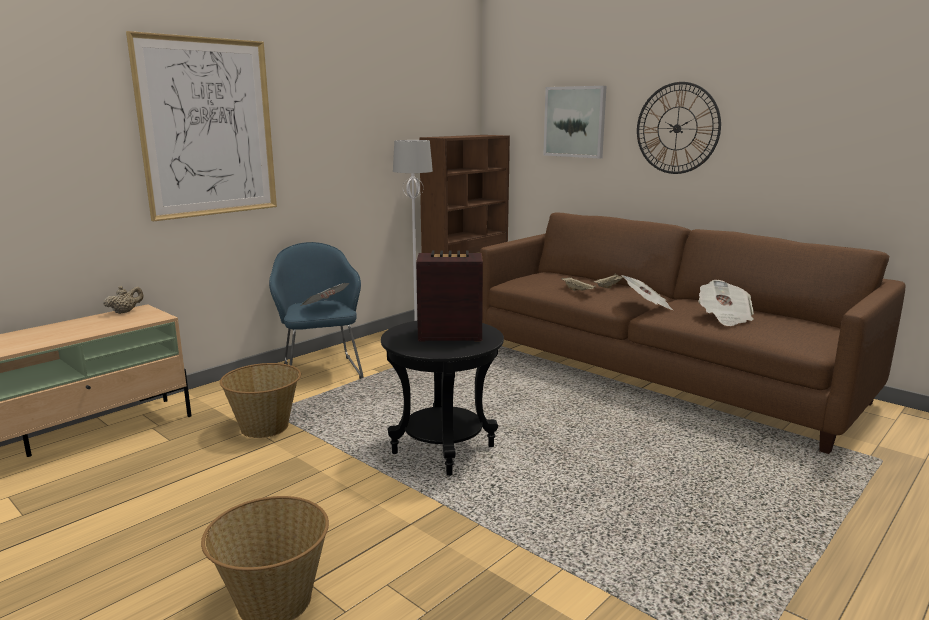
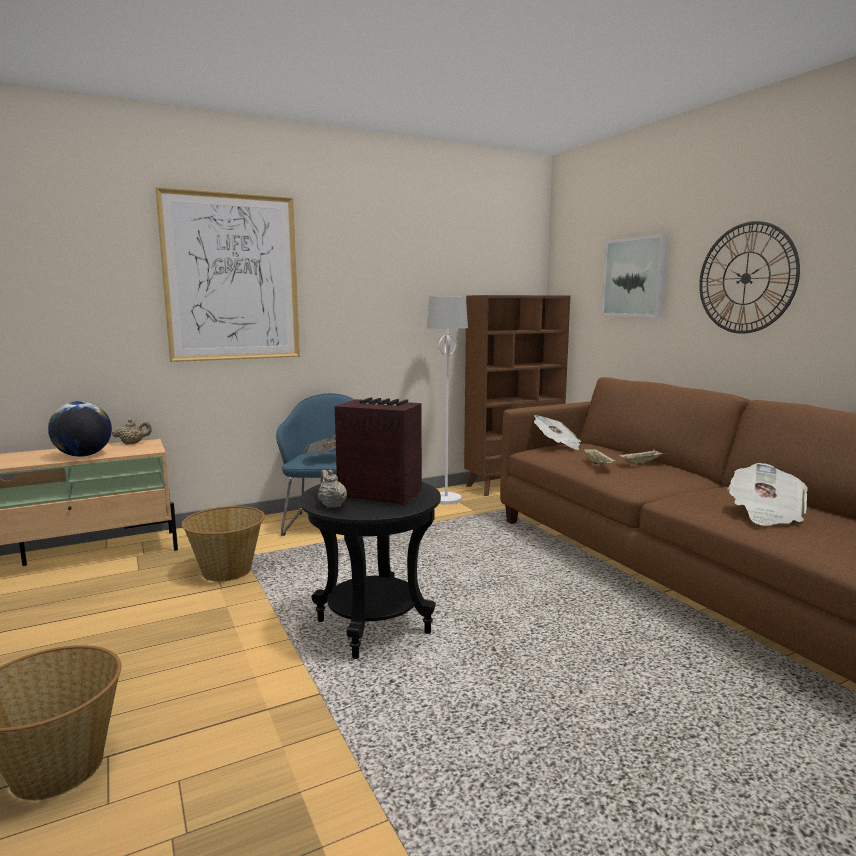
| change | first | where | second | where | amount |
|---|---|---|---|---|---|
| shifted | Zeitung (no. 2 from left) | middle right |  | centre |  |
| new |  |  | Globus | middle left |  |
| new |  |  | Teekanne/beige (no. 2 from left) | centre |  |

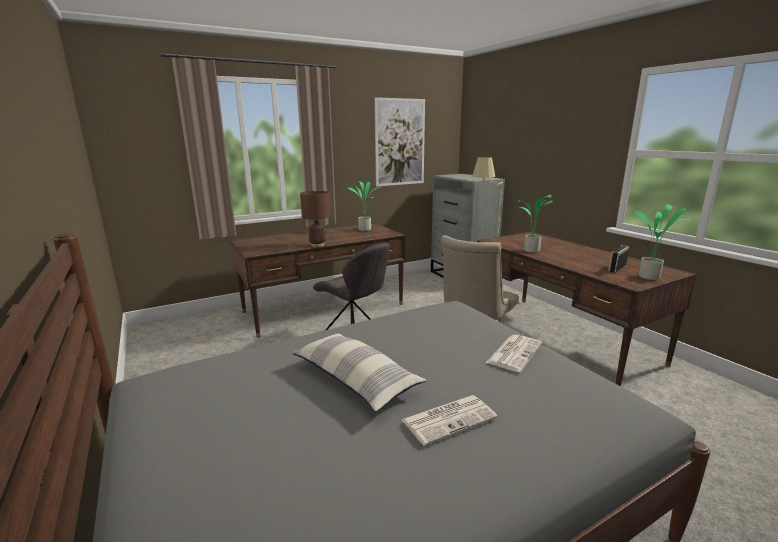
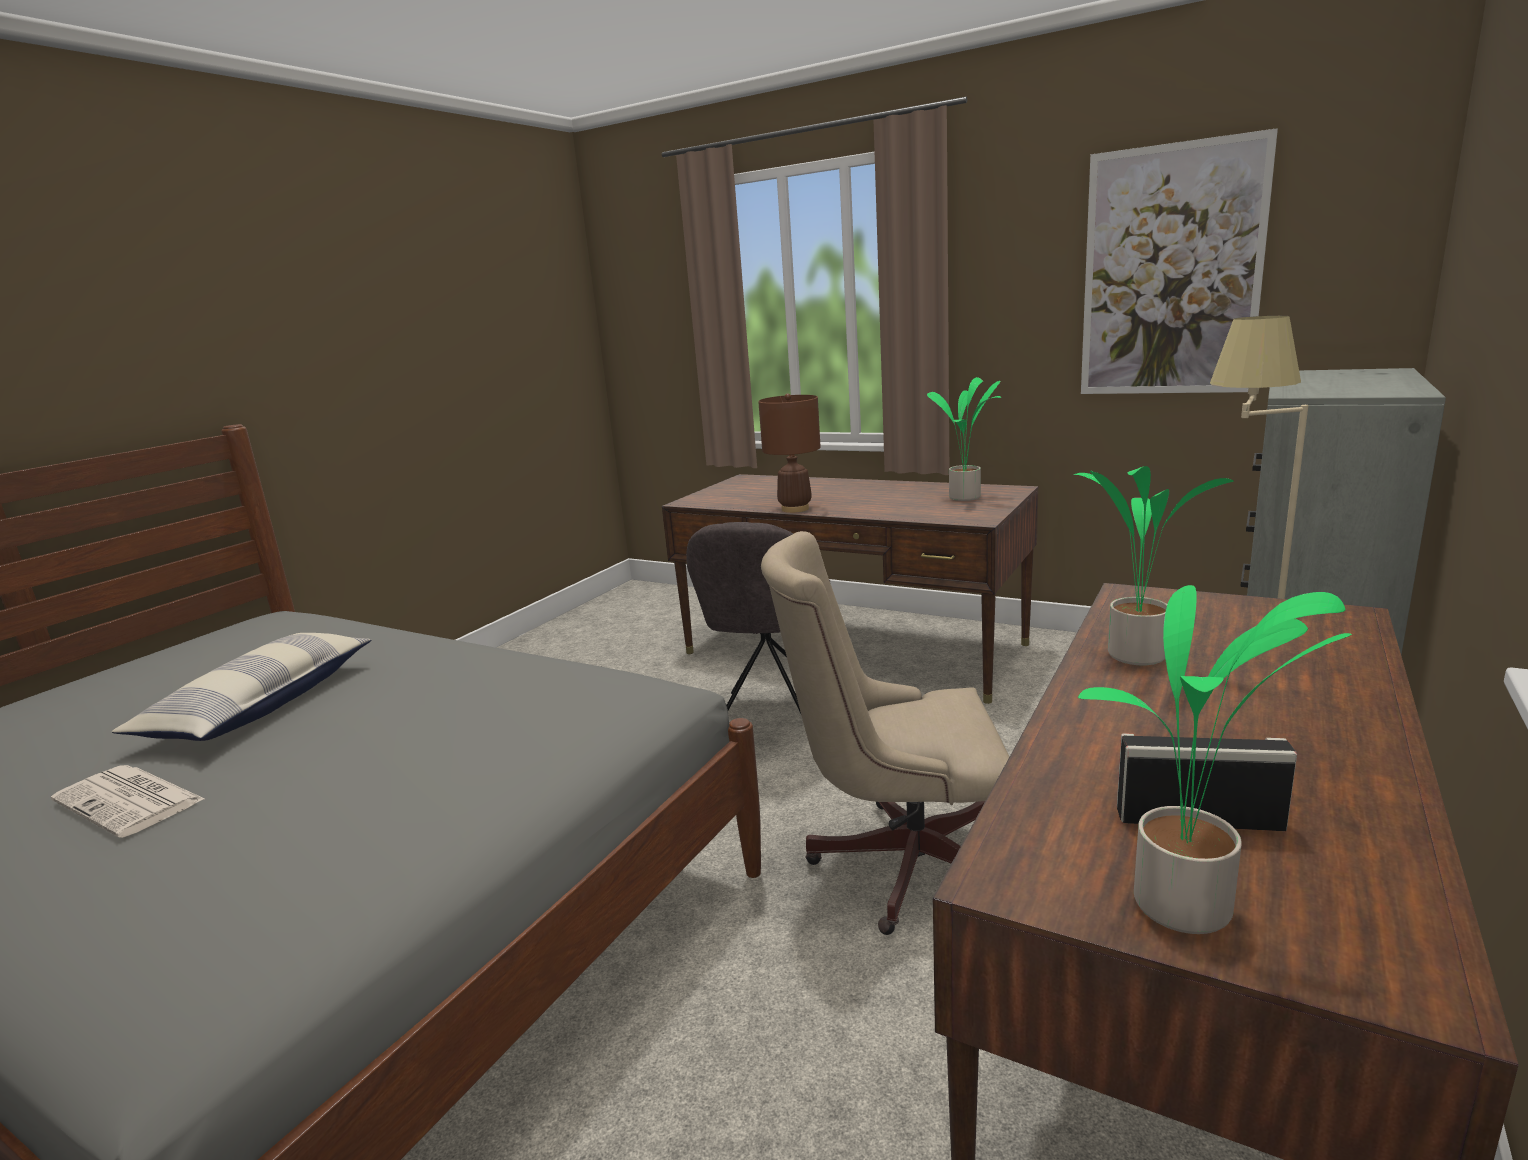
| change | first | where | second | where | amount |
|---|---|---|---|---|---|
| gone | Zeitung (no. 2 from left) | centre |  |  |  |

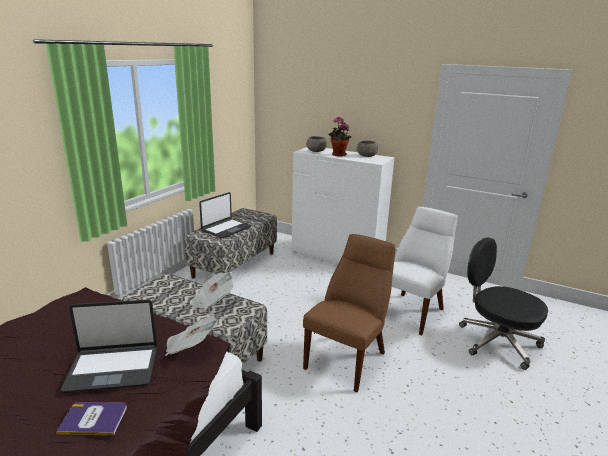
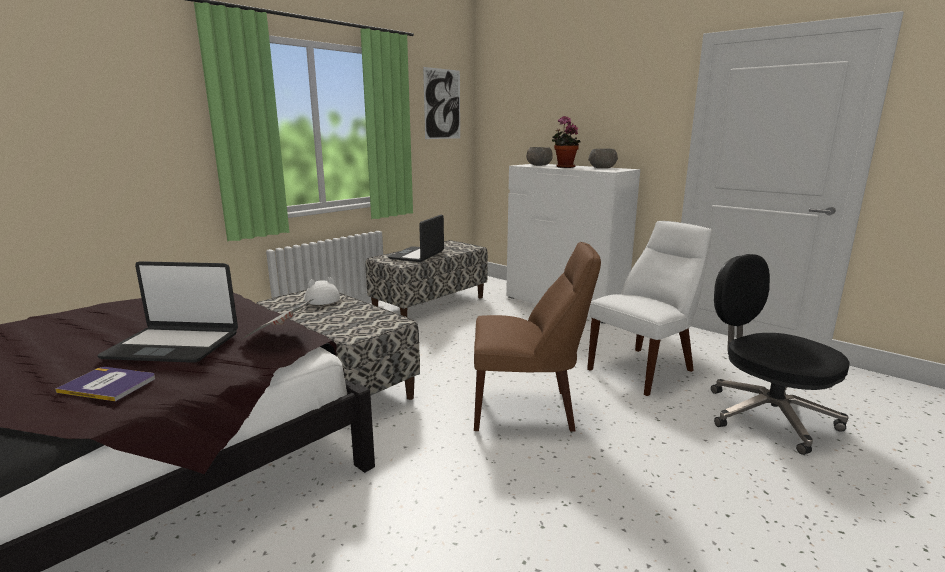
| change | first | where | second | where | amount |
|---|---|---|---|---|---|
| gone | Zeitung (no. 2 from left) | centre |  |  |  |
| rotated | Laptop (no. 2 from left) | centre |  | centre | 150 degrees clockwise |
| rotated | Stuhl/braun | bottom centre |  | centre | 45 degrees clockwise |
| new |  |  | Hut/weiß | centre |  |
| new |  |  | Bild | top centre |  |

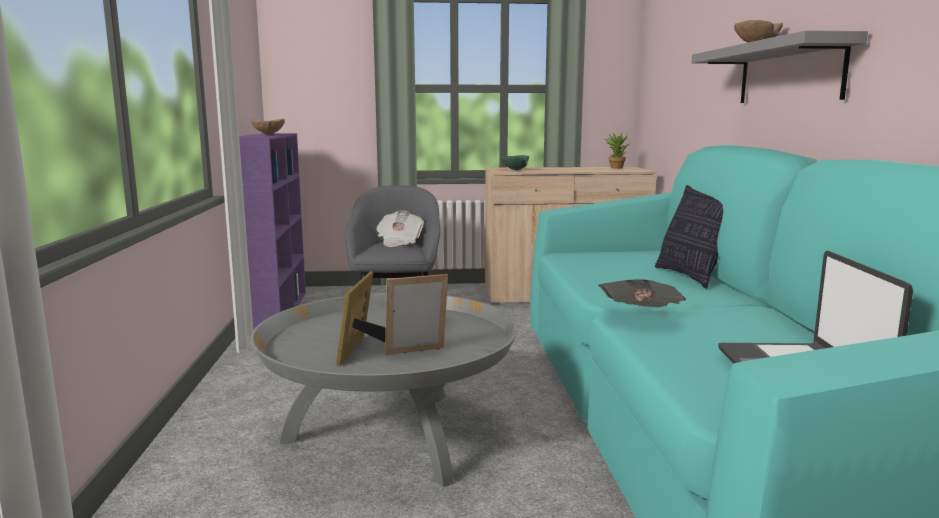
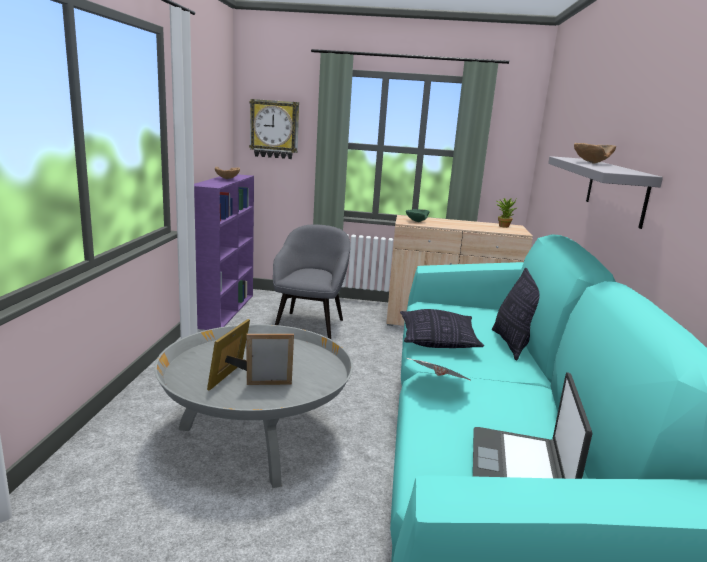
| change | first | where | second | where | amount |
|---|---|---|---|---|---|
| gone | Zeitung (no. 1 from left) | centre |  |  |  |
| new |  |  | Wanduhr | top centre |  |
| new |  |  | Kissen (no. 1 from left) | centre |  |

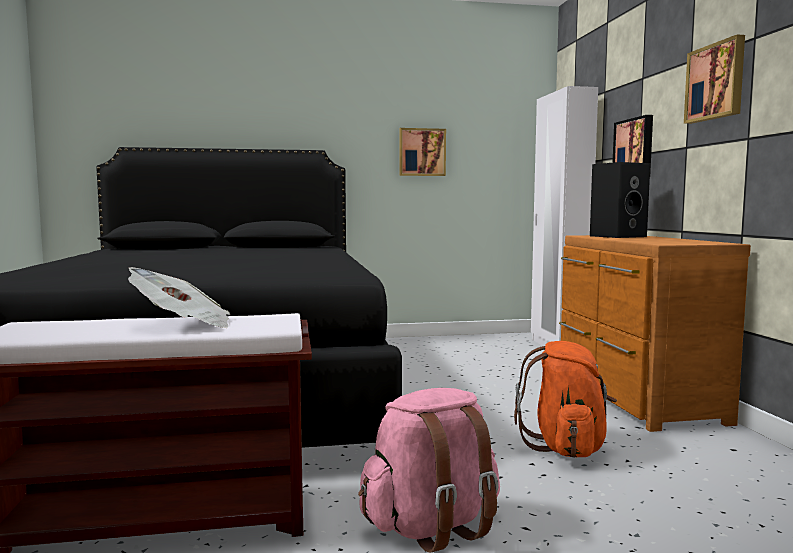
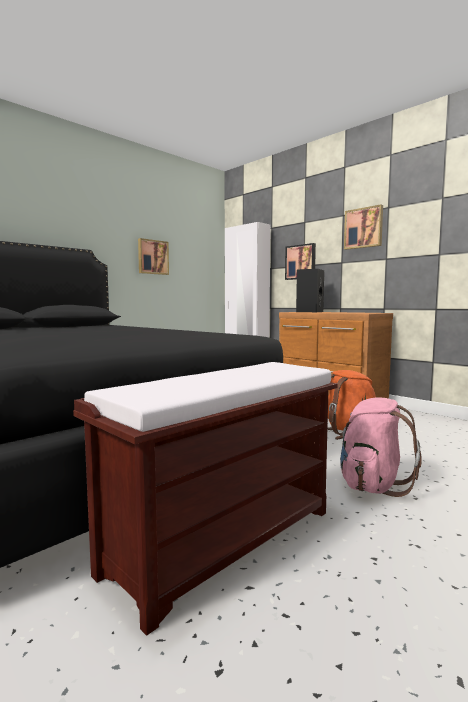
| change | first | where | second | where | amount |
|---|---|---|---|---|---|
| gone | Zeitung | middle left |  |  |  |

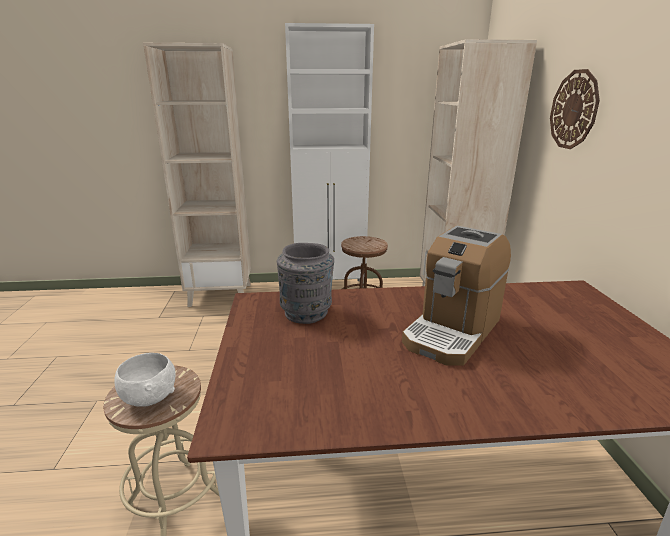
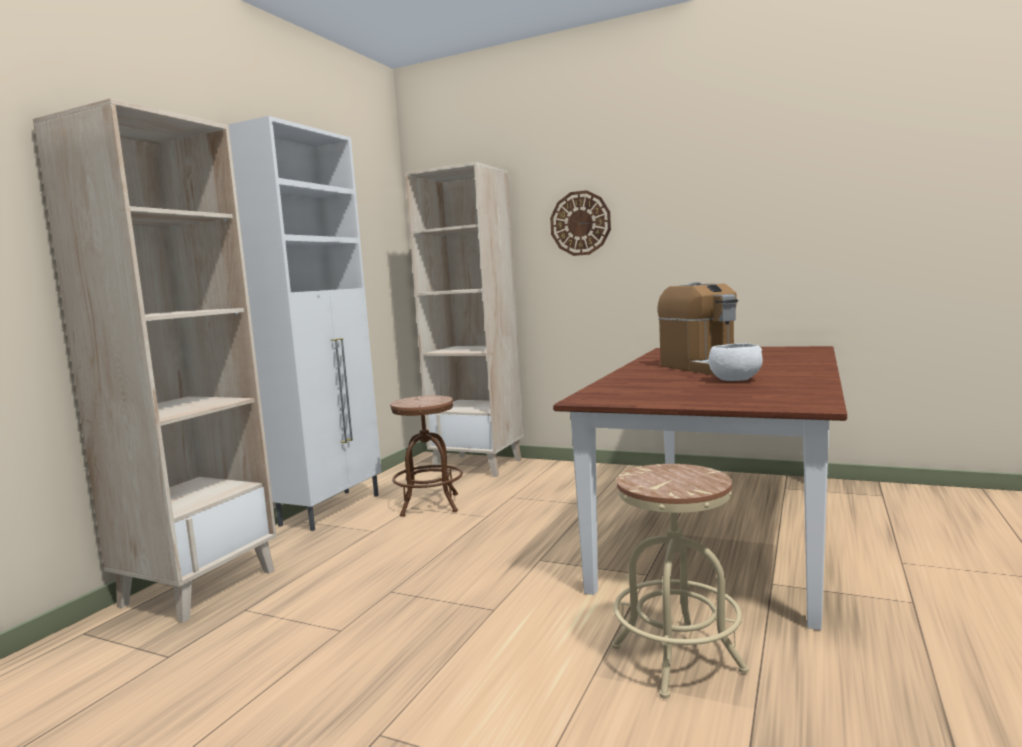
| change | first | where | second | where | amount |
|---|---|---|---|---|---|
| shifted | Schüssel/weiß | bottom left |  | middle right |  |
| gone | Vase/grau | centre |  |  |  |

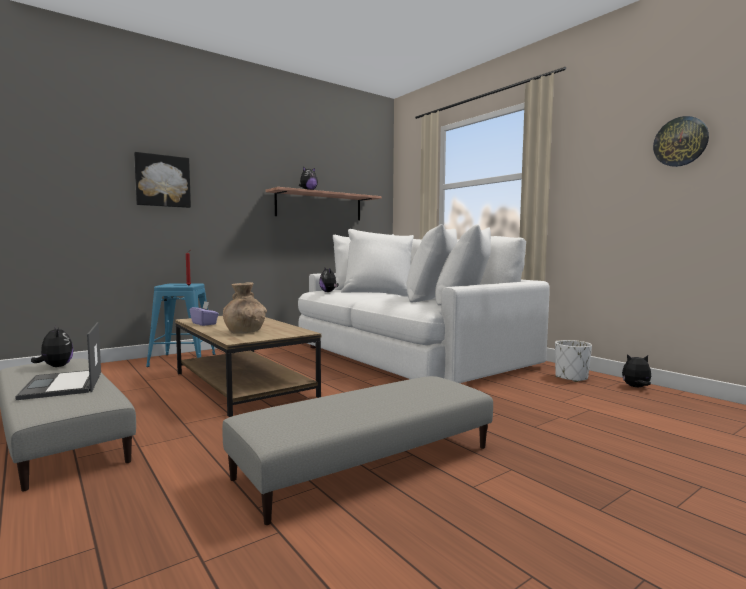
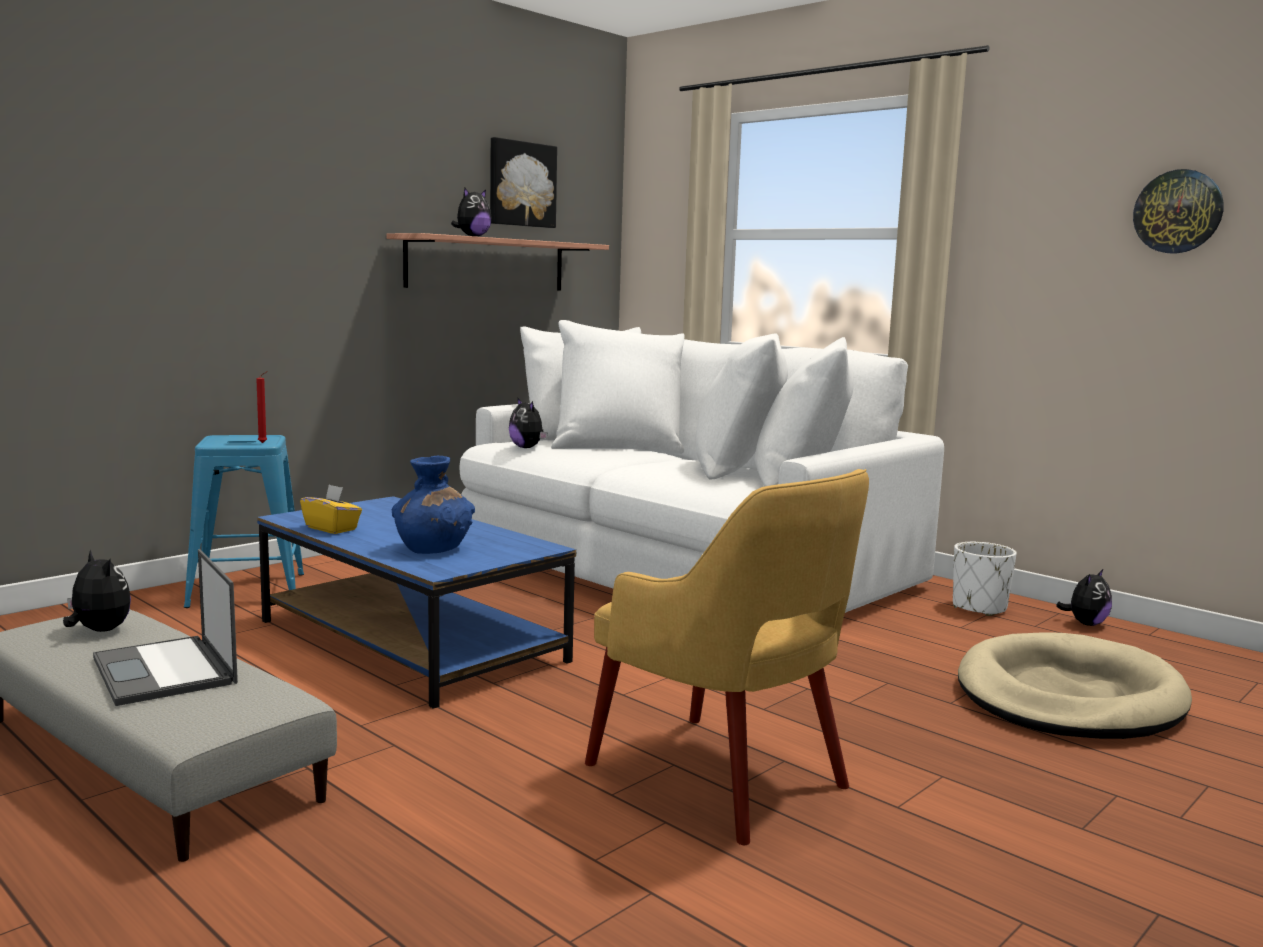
| change | first | where | second | where | amount |
|---|---|---|---|---|---|
| shifted | Bild | top left |  | top centre |  |
| repainted | Couchtisch/braun | middle left | Couchtisch/blau | middle left |  |
| repainted | Taschentuchbox/lila | middle left | Taschentuchbox/gelb | middle left |  |
| swapped | Polsterhocker/grau (no. 2 from left) | bottom centre | Sessel/gelb | bottom centre |  |
| repainted | Vase/braun | middle left | Vase/blau | centre |  |
| rotated | Plüschtier (no. 4 from left) | middle right |  | middle right | 135 degrees clockwise |
| new |  |  | Hundebett/beige | bottom right |  |

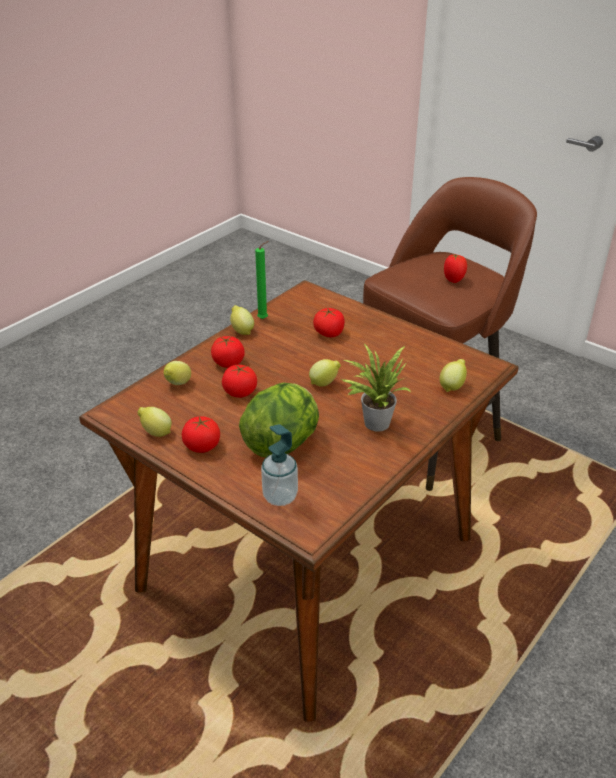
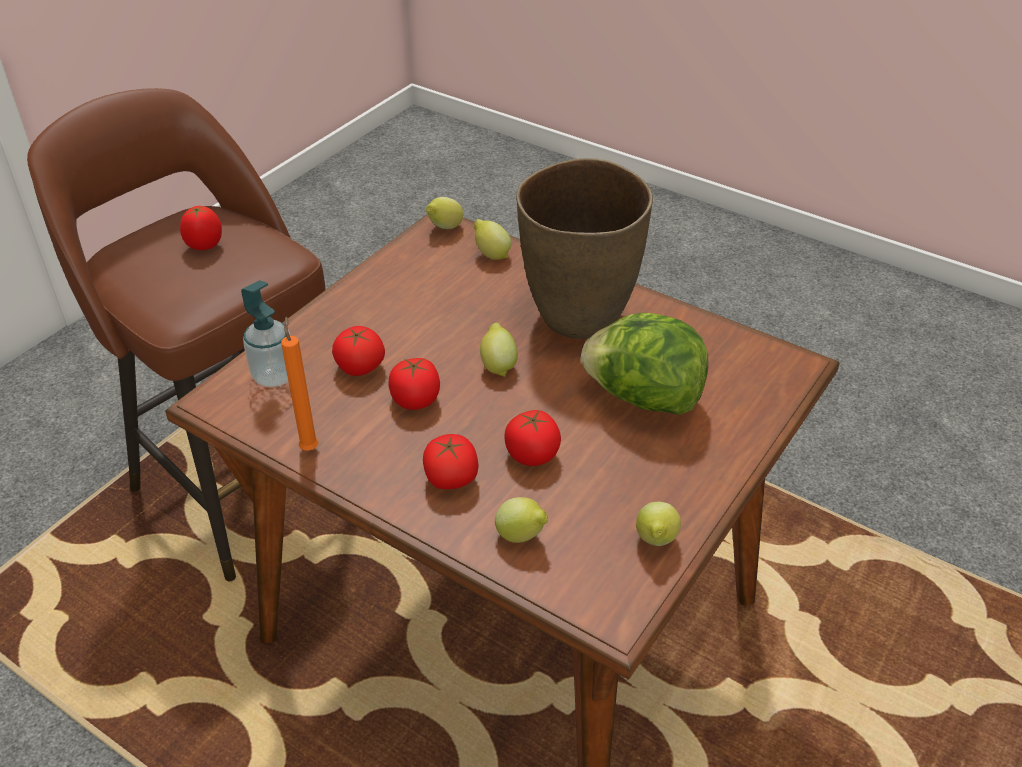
| change | first | where | second | where | amount |
|---|---|---|---|---|---|
| shifted | Tomate (no. 1 from left in the first image) | middle left | Tomate (no. 3 from left) | centre |  |
| shifted | Zitrone (no. 3 from left in the first image) | centre | Zitrone (no. 1 from left) | top centre |  |
| repainted | Kerze/grün | centre | Kerze/orange | middle left |  |
| shifted | Seifenspender | centre |  | middle left |  |
| swapped | Topfpflanze | centre | Vase/braun | top centre |  |

